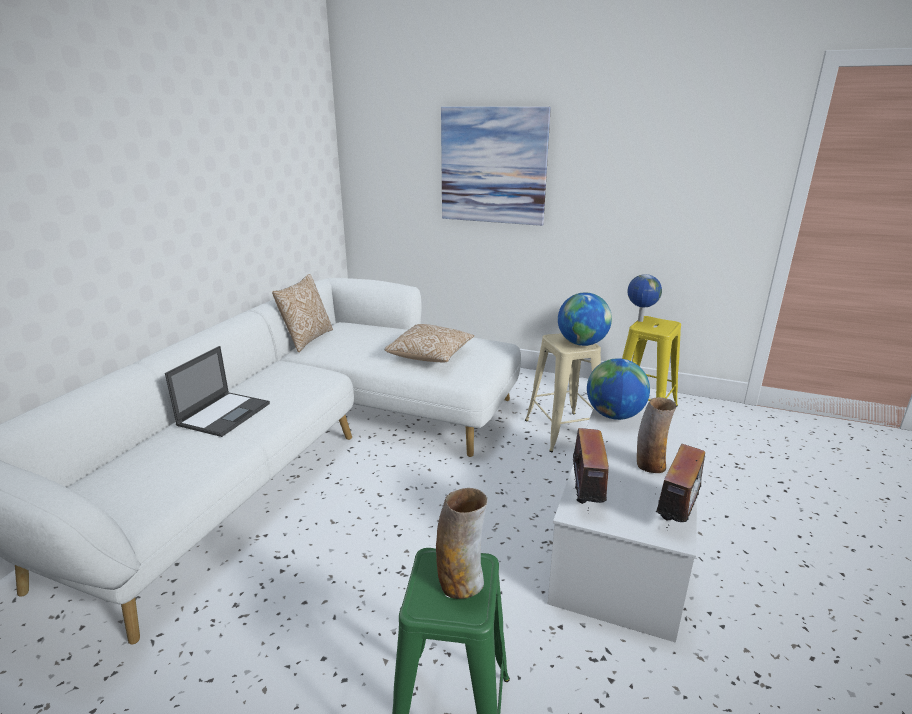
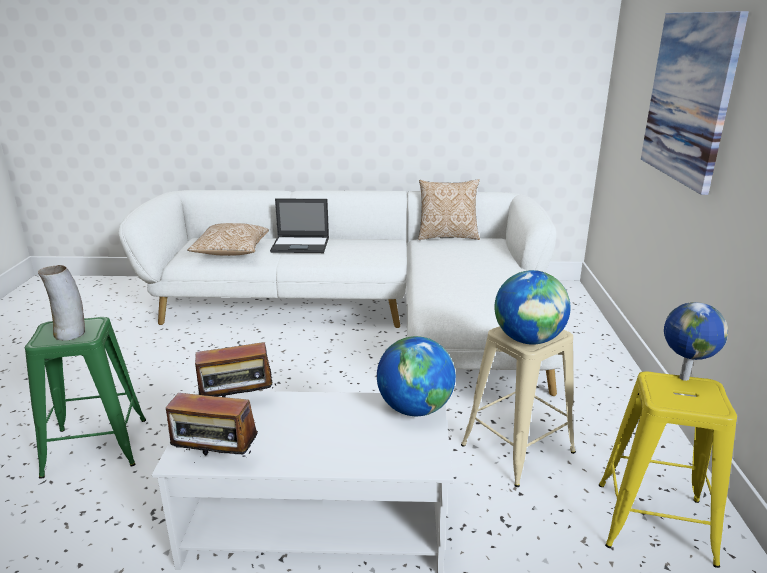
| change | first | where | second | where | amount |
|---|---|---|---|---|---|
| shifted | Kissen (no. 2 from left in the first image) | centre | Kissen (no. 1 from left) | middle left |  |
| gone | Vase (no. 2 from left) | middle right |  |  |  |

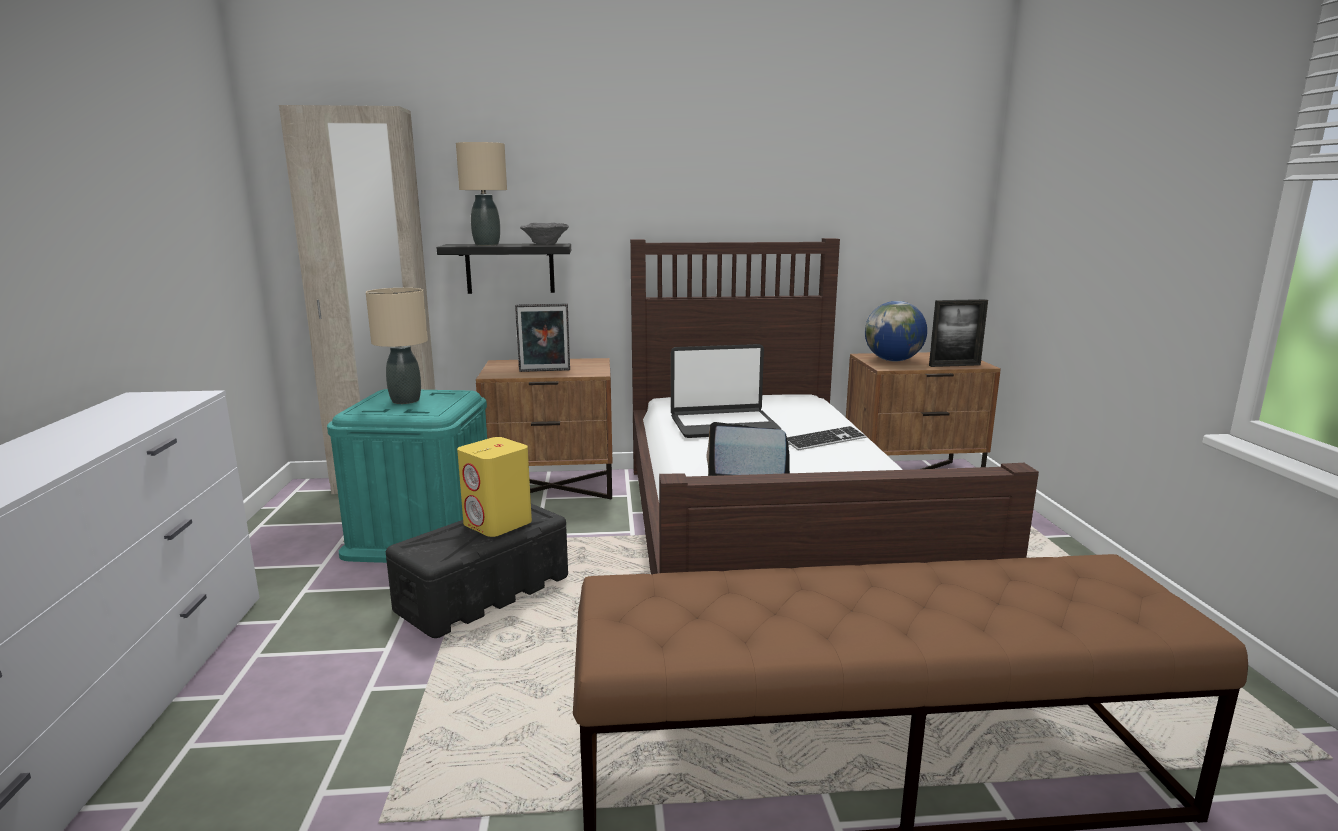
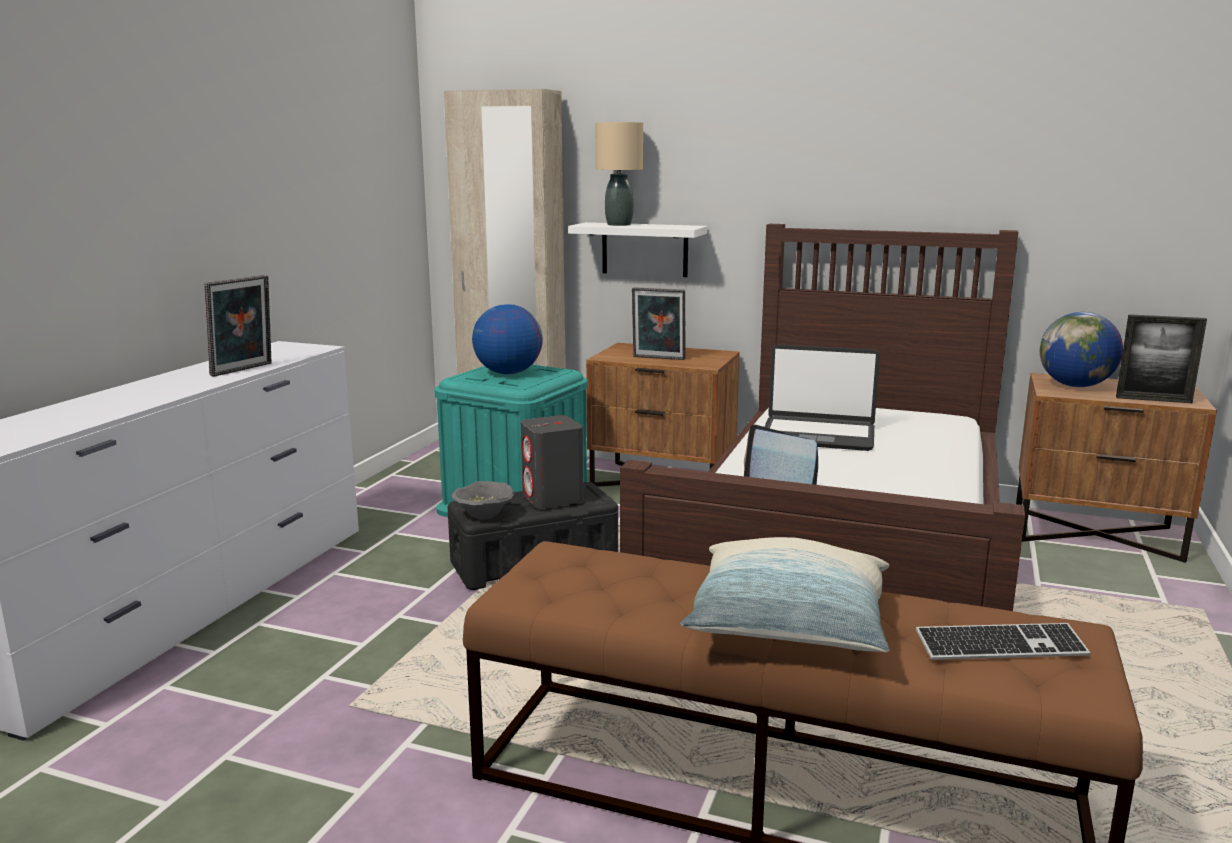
| change | first | where | second | where | amount |
|---|---|---|---|---|---|
| swapped | Tischlampe/beige (no. 1 from left) | middle left | Globus (no. 1 from left) | centre |  |
| repainted | Wandregal/schwarz | top centre | Wandregal/weiß | top centre |  |
| repainted | Lautsprecher/gelb | centre | Lautsprecher/grau | centre |  |
| shifted | Schüssel/grau | top centre |  | centre |  |
| shifted | Tastatur | centre |  | bottom right |  |
| new |  |  | Bilderrahmen (no. 1 from left) | middle left |  |
| new |  |  | Kissen | bottom centre |  |

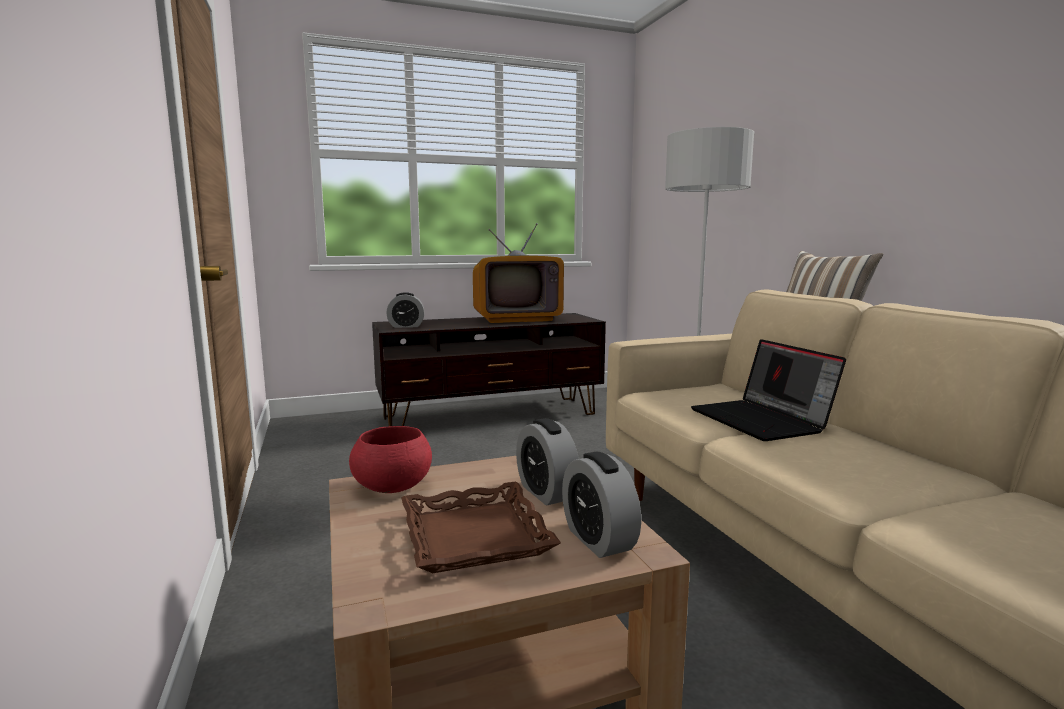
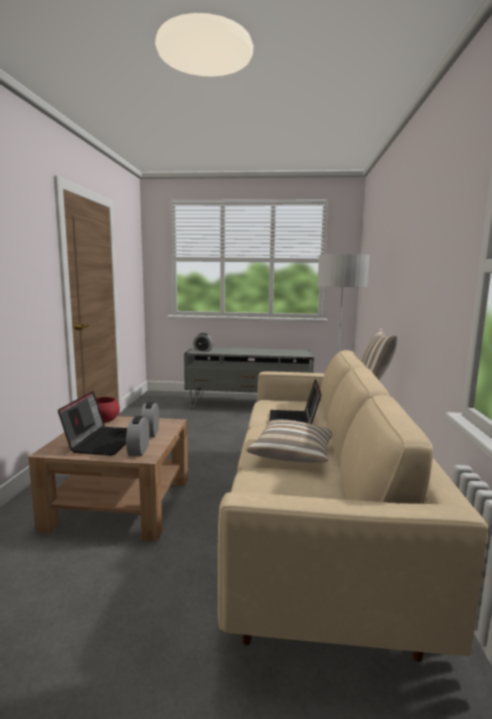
| change | first | where | second | where | amount |
|---|---|---|---|---|---|
| repainted | Fernsehschrank/braun | centre | Fernsehschrank/grau | centre |  |
| swapped | Tablett/braun | bottom centre | Laptop (no. 1 from left) | middle left |  |
| gone | Fernseher | centre |  |  |  |
| new |  |  | Kissen (no. 1 from left) | centre |  |

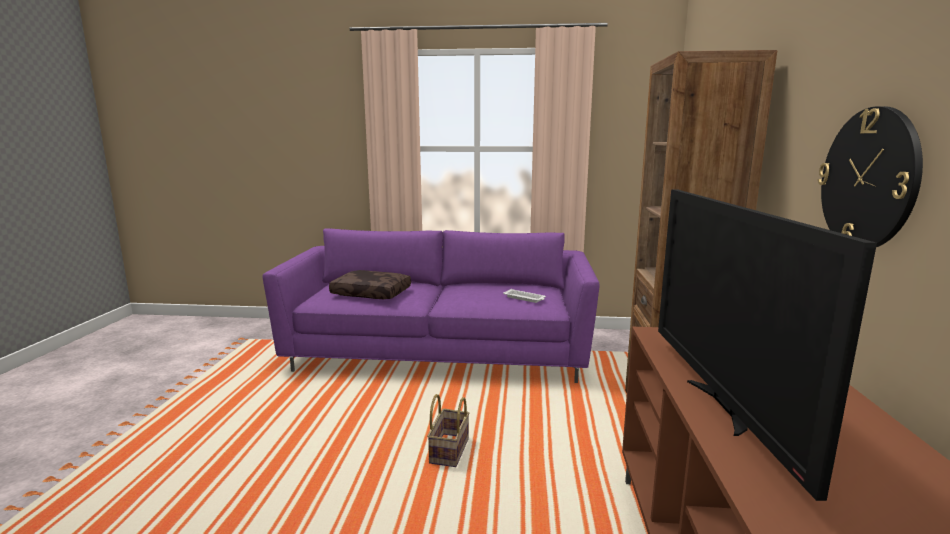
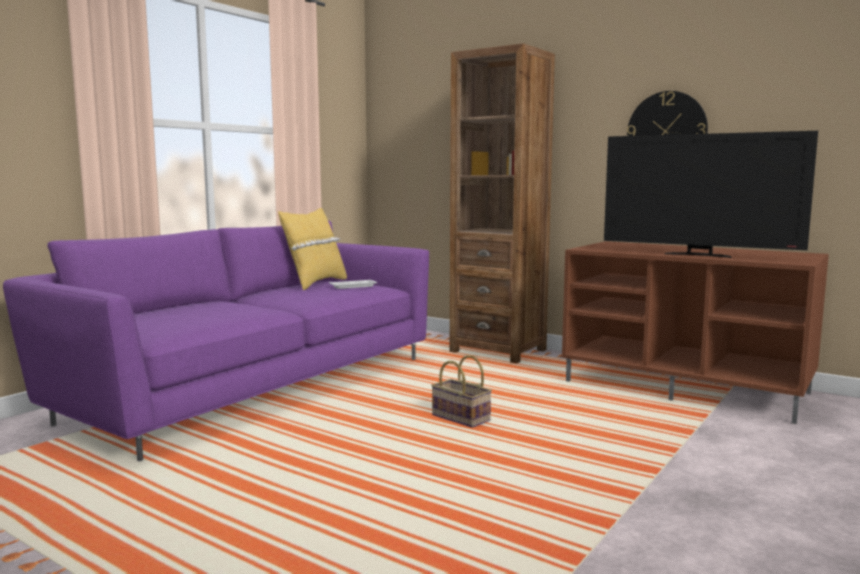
| change | first | where | second | where | amount |
|---|---|---|---|---|---|
| gone | Kissen/braun | centre |  |  |  |
| new |  |  | Kissen/gelb | centre |  |

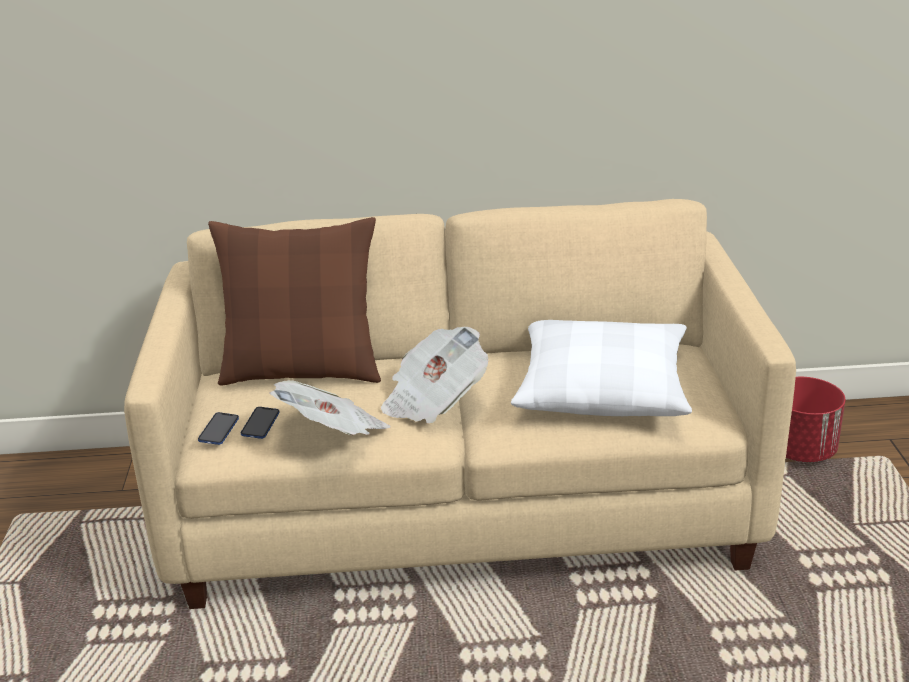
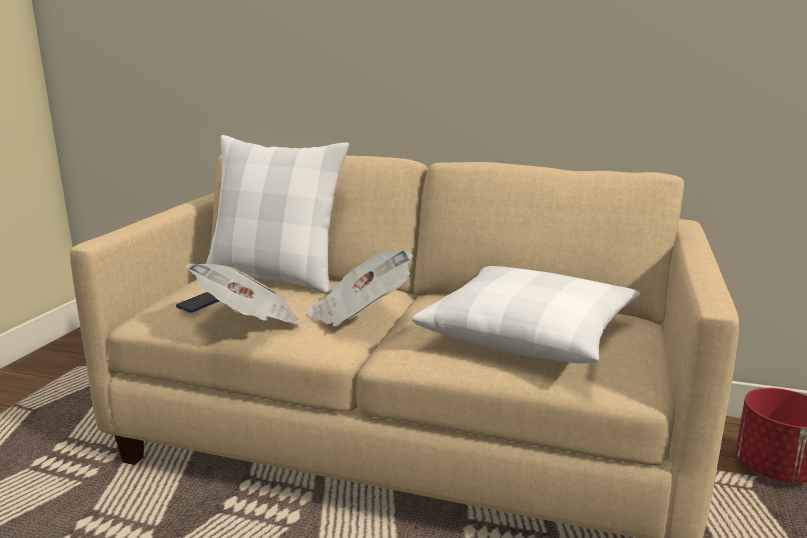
| change | first | where | second | where | amount |
|---|---|---|---|---|---|
| gone | Handy (no. 1 from left) | middle left |  |  |  |
| repainted | Kissen/braun | middle left | Kissen/weiß (no. 1 from left) | centre |  |

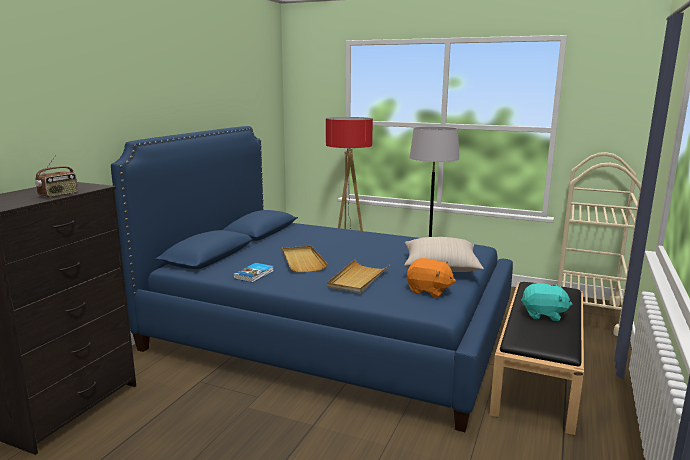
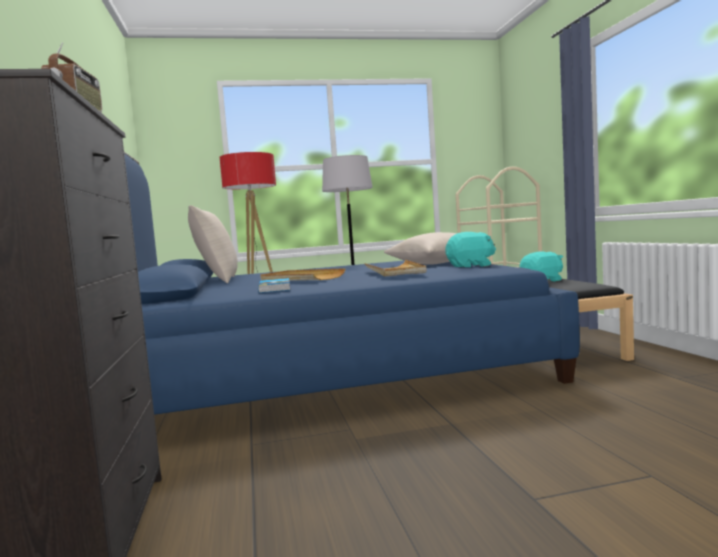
| change | first | where | second | where | amount |
|---|---|---|---|---|---|
| repainted | Plüschtier/orange | centre | Plüschtier/türkis (no. 1 from left) | centre |  |
| new |  |  | Kissen/beige (no. 1 from left) | middle left |  |

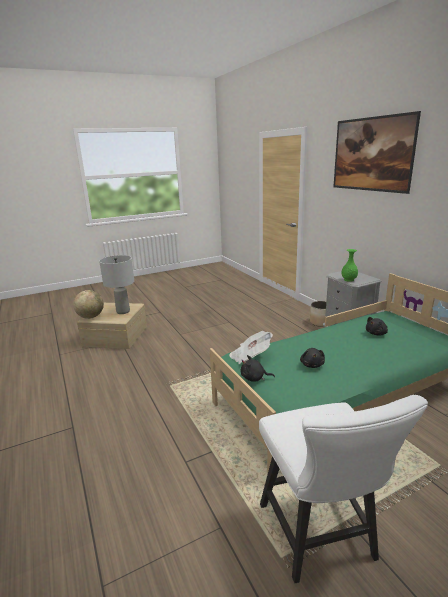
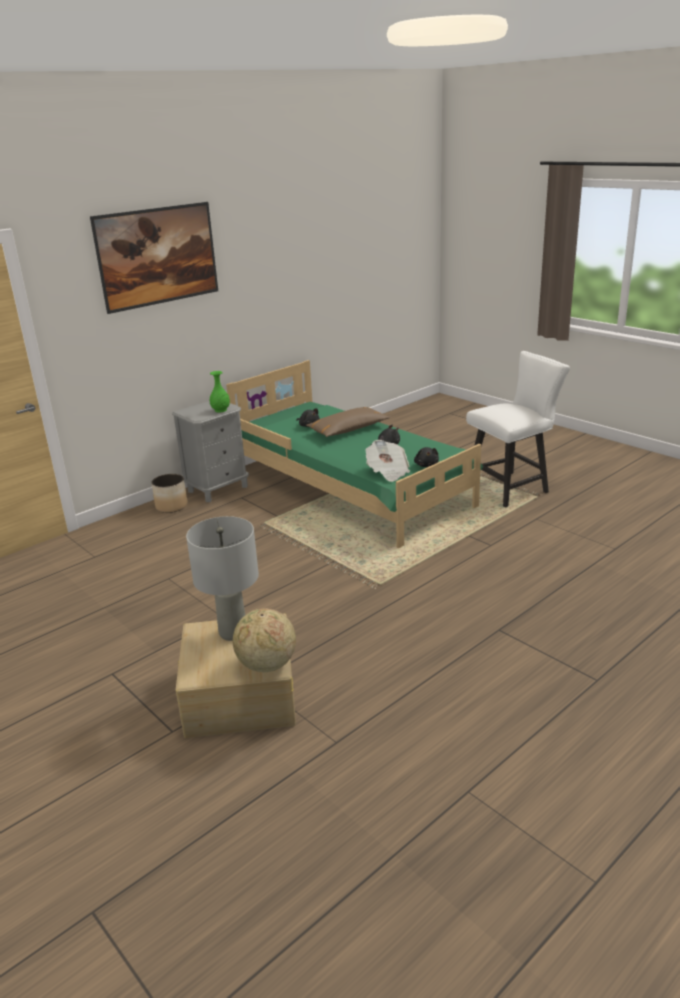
| change | first | where | second | where | amount |
|---|---|---|---|---|---|
| new |  |  | Kissen/braun | centre |  |

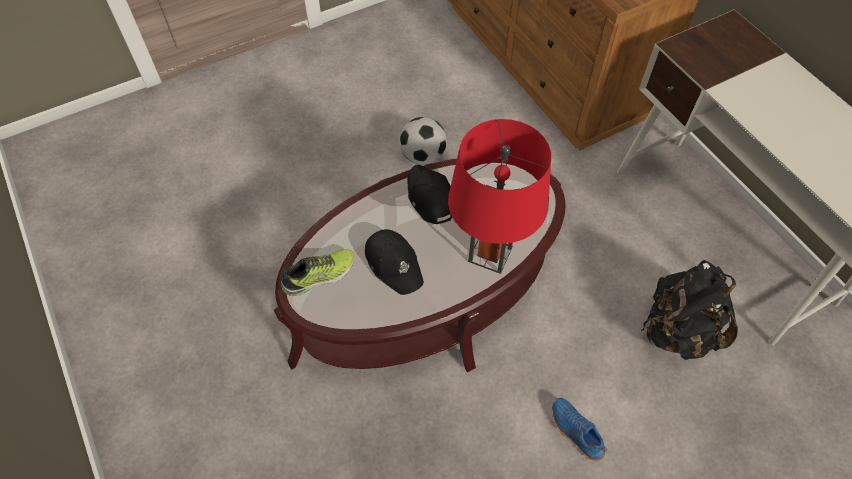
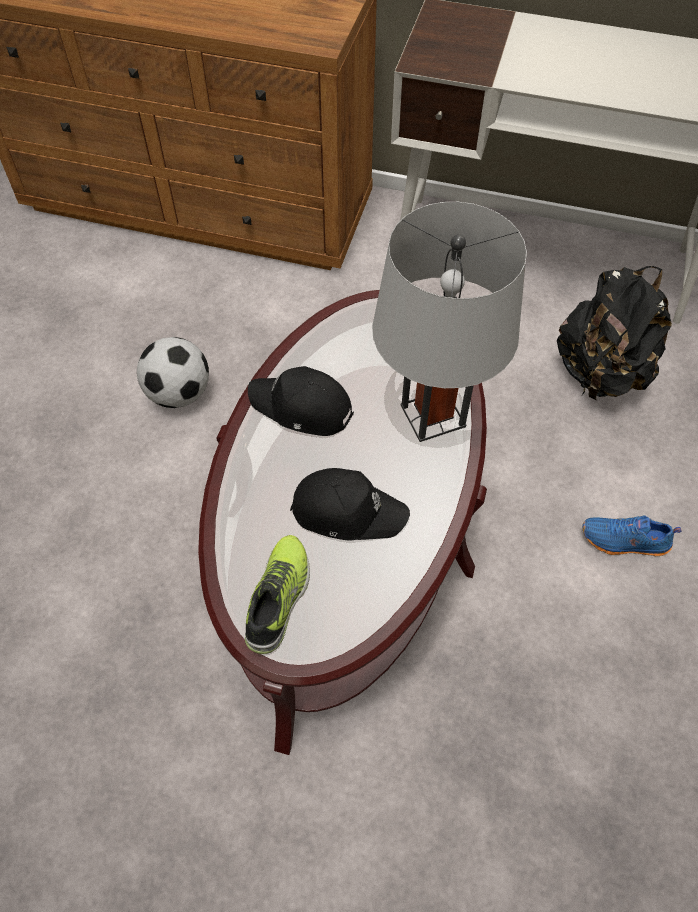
| change | first | where | second | where | amount |
|---|---|---|---|---|---|
| repainted | Tischlampe/rot | centre | Tischlampe/grau | centre |  |

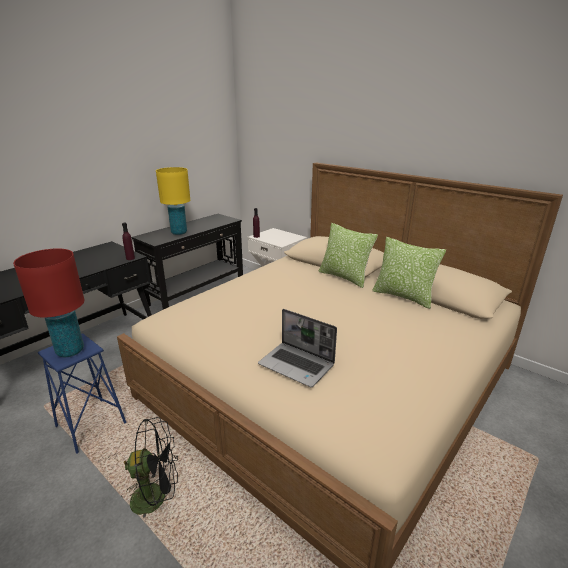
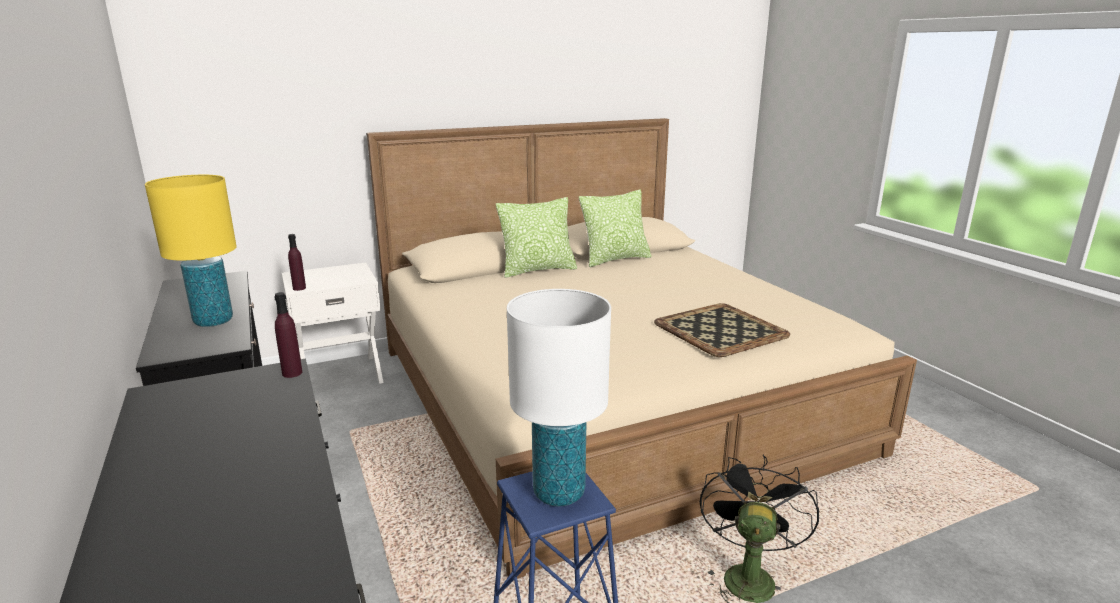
| change | first | where | second | where | amount |
|---|---|---|---|---|---|
| repainted | Tischlampe/rot | middle left | Tischlampe/weiß | centre |  |
| swapped | Laptop | centre | Tablett | centre |  |

